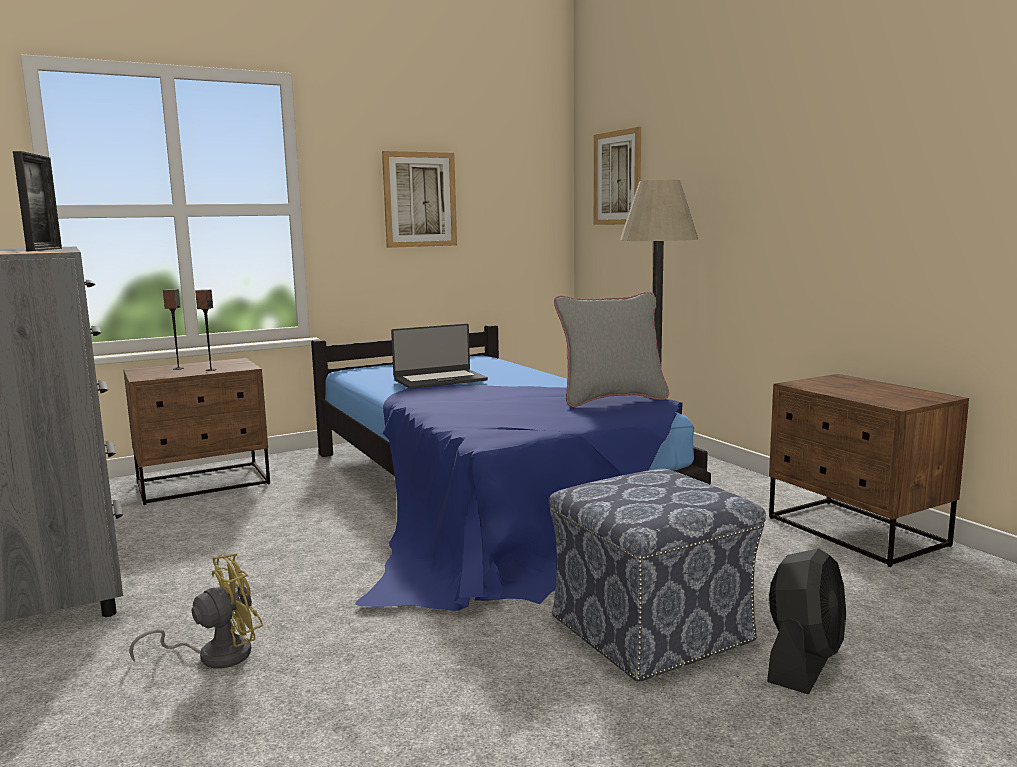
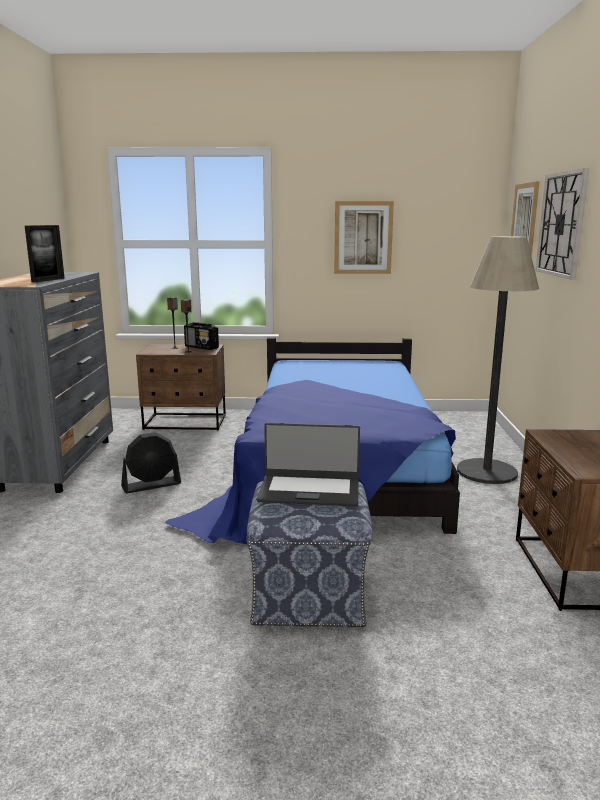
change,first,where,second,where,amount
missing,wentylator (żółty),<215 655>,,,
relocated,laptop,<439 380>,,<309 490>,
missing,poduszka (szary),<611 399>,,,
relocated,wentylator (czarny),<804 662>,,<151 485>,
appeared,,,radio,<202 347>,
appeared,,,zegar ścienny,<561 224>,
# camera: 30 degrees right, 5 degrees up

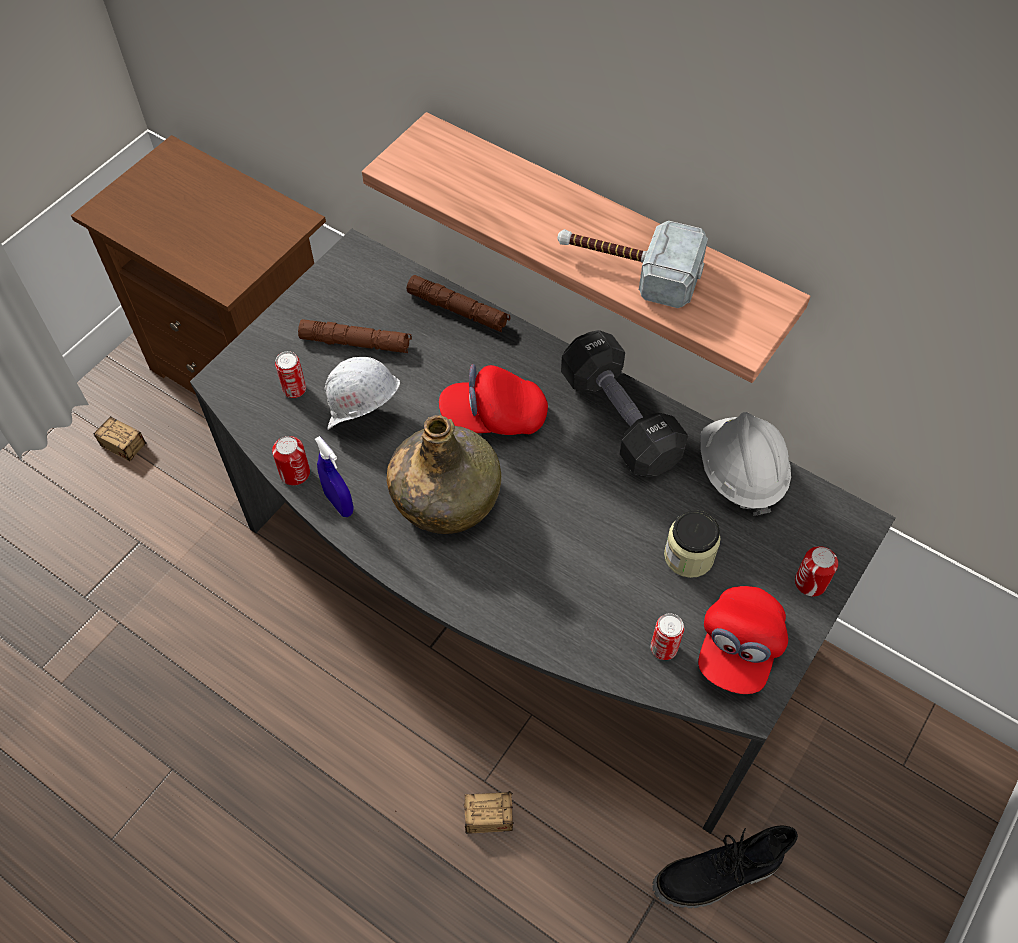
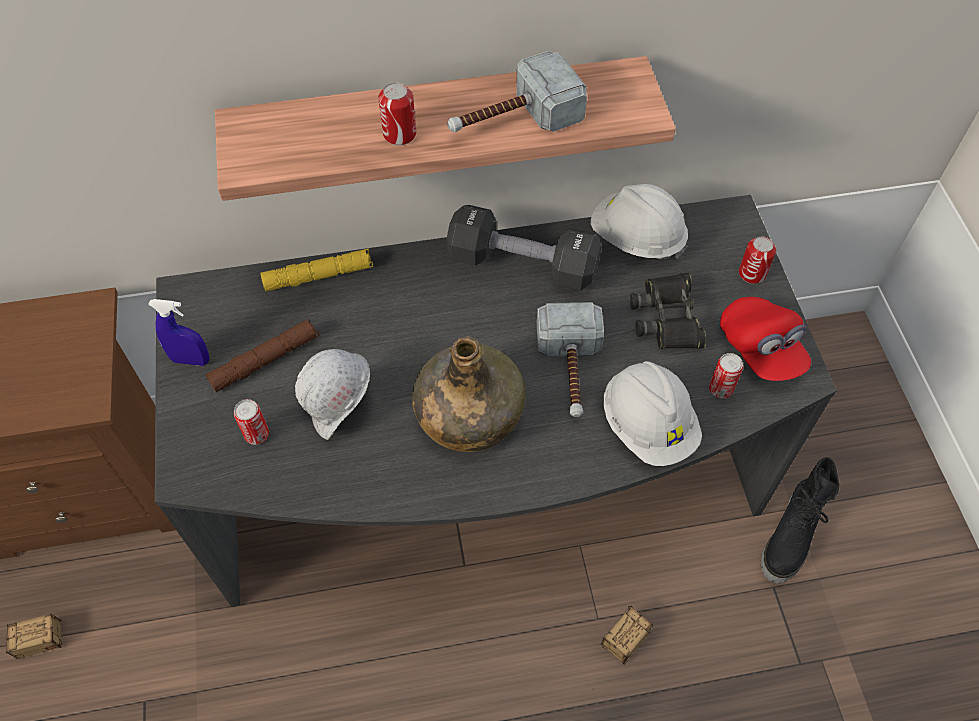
change,first,where,second,where,amount
relocated,puszka,<295 473>,,<399 134>,
relocated,spryskiwacz (niebieski),<339 503>,,<191 360>,
colour,latarka (brązowy),<458 310>,latarka (żółty),<318 276>,
missing,czapka z daszkiem (czerwony),<493 417>,,,
exchanged,słoik,<688 556>,lornetka (czarny),<667 317>,
appeared,,,młotek,<570 370>,
appeared,,,kask (biały),<648 426>,
# camera: 45 degrees left, 0 degrees up

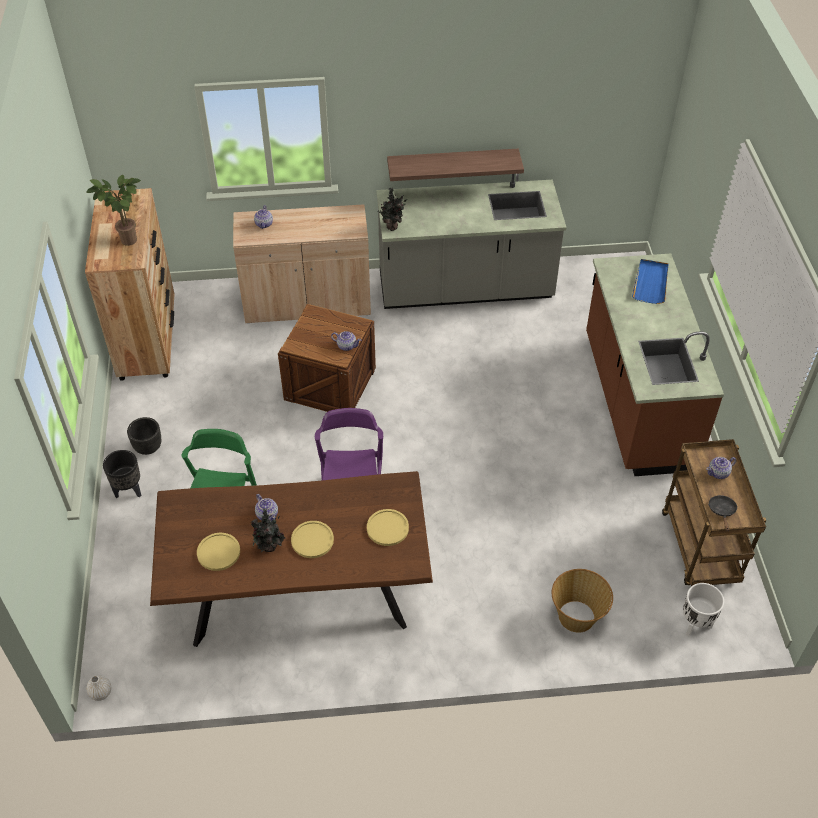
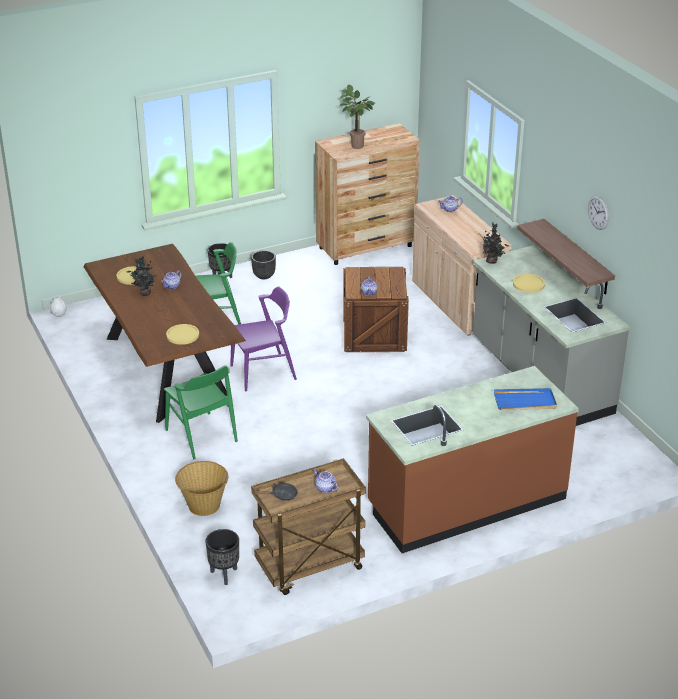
change,first,where,second,where,amount
relocated,talerz (żółty),<312 540>,,<528 284>,
colour,donica (biały),<695 624>,donica (czarny),<224 574>,
appeared,,,krzesło (zielony),<201 436>,
appeared,,,zegar ścienny,<598 212>,
# camera: 70 degrees right, 15 degrees down

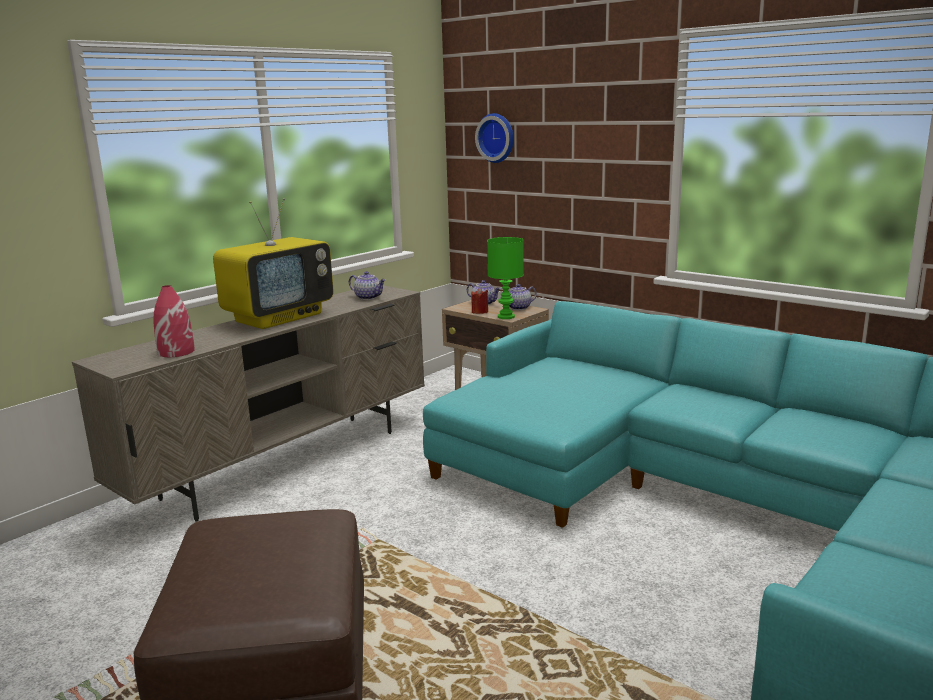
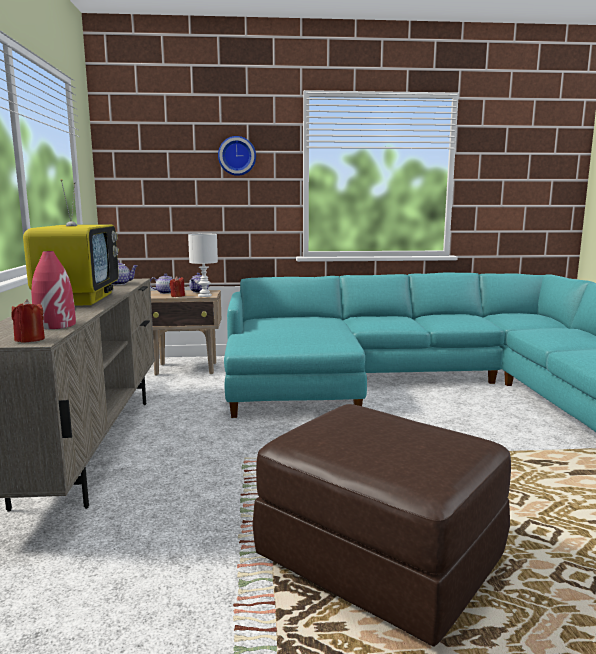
change,first,where,second,where,amount
relocated,zegar ścienny,<497 138>,,<237 156>,
colour,lampa stołowa (zielony),<505 317>,lampa stołowa (biały),<204 296>,
appeared,,,świeca (czerwony),<30 339>,
# camera: 45 degrees left, 5 degrees down

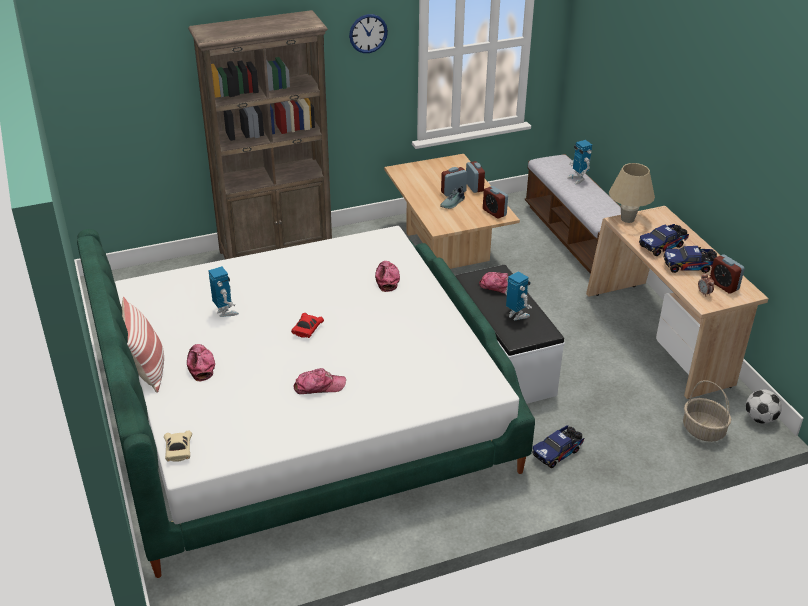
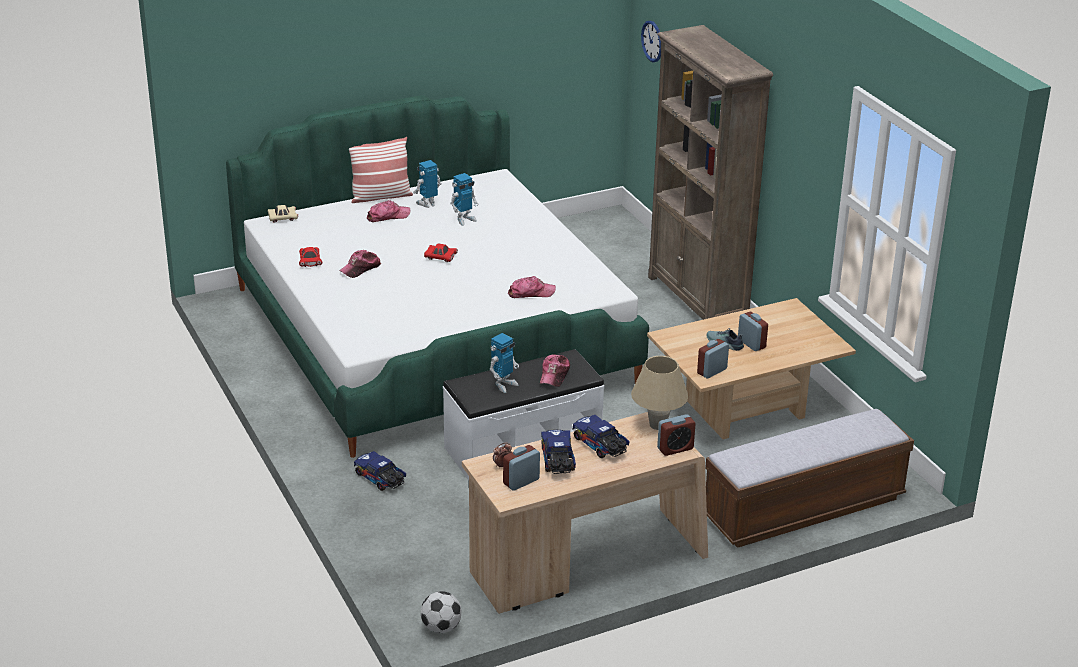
change,first,where,second,where,amount
spun,czapka z daszkiem,<319 386>,,<360 268>,60 degrees clockwise
relocated,zegar ścienny,<368 33>,,<652 41>,
relocated,budzik,<474 187>,,<675 448>,
relocated,robot zabawkowy,<577 179>,,<427 204>,
missing,koszyk,<702 430>,,,
appeared,,,samochodzik (czerwony),<310 262>,
# camera: 85 degrees right, 5 degrees down

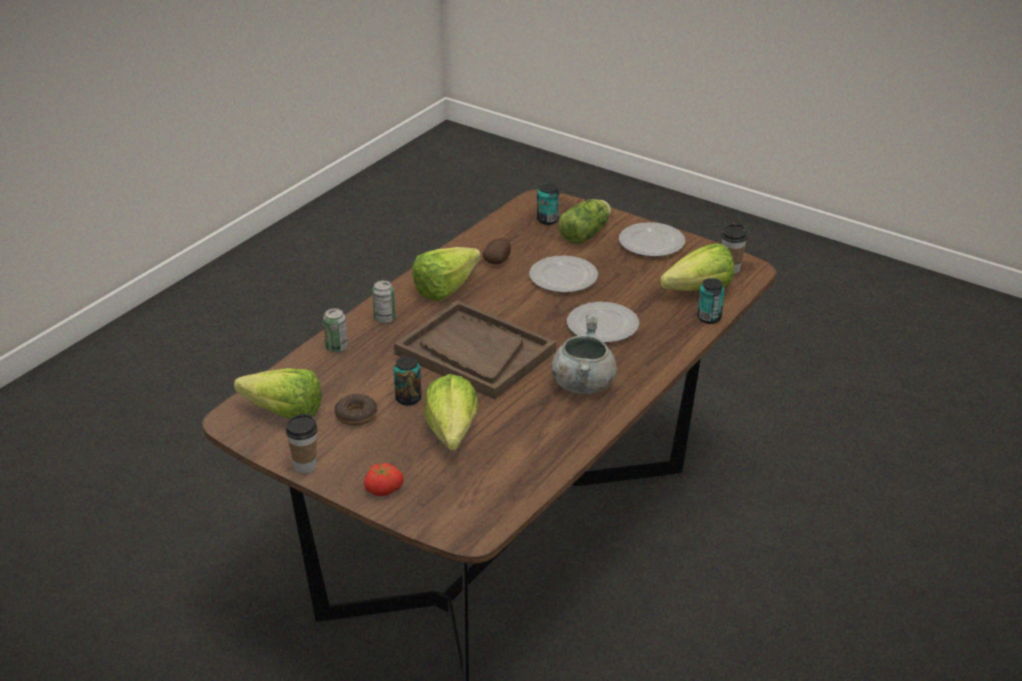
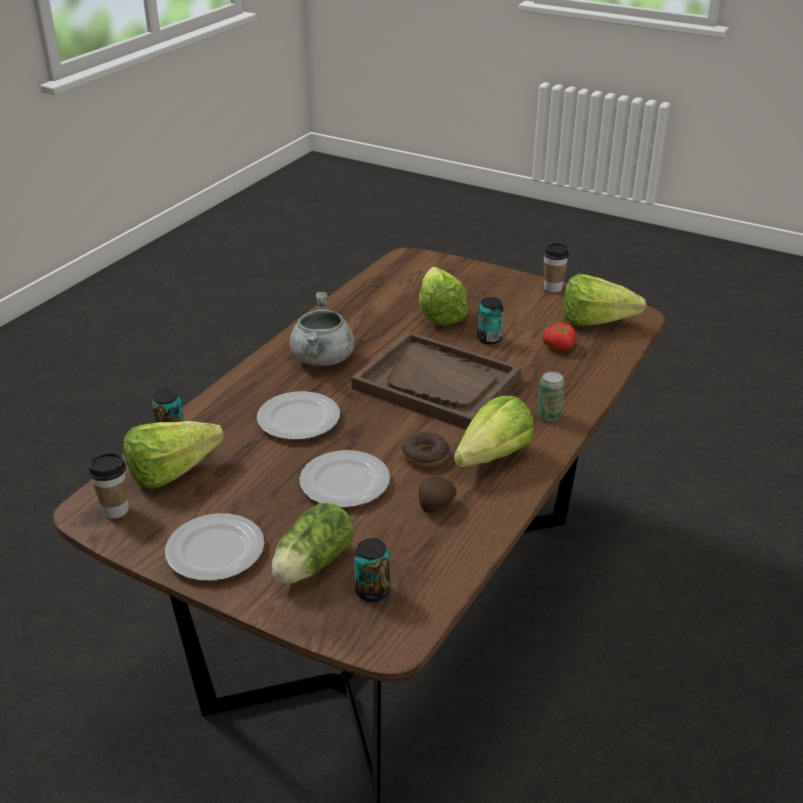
change,first,where,second,where,amount
missing,puszka,<336 348>,,,
relocated,donut,<356 415>,,<425 456>,
relocated,pomidor,<383 488>,,<559 347>,
# camera: 175 degrees right, 0 degrees up

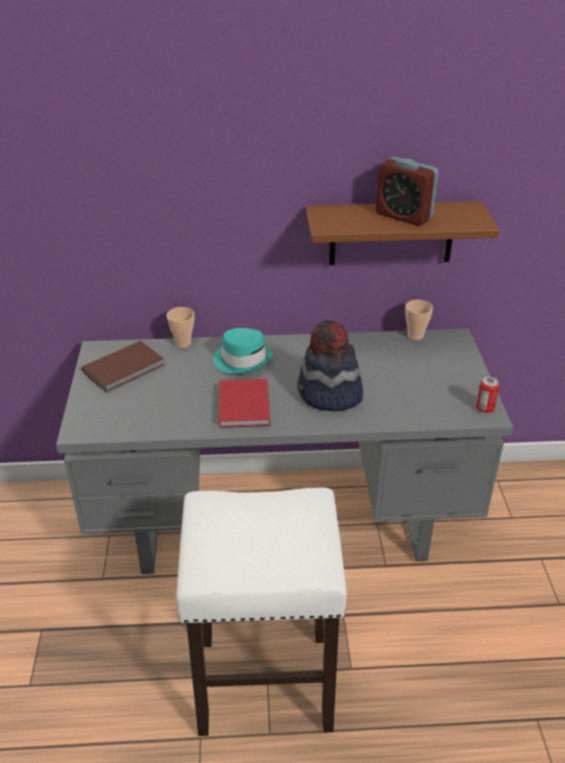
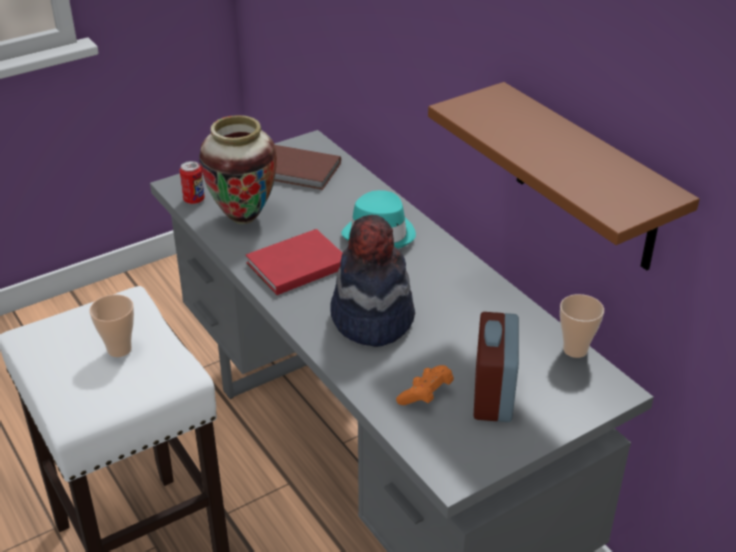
change,first,where,second,where,amount
relocated,filiżanka,<183 343>,,<119 349>,
relocated,budzik,<403 216>,,<493 395>,
relocated,puszka,<484 408>,,<194 200>,
appeared,,,wazon,<244 218>,
appeared,,,pad do gier (pomarańczowy),<425 395>,
# camera: 60 degrees right, 0 degrees up

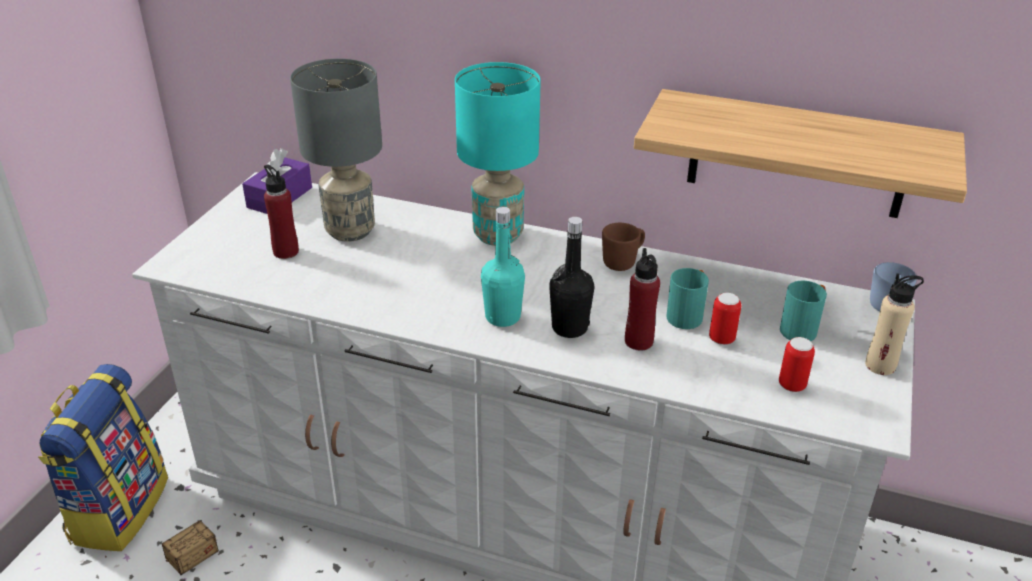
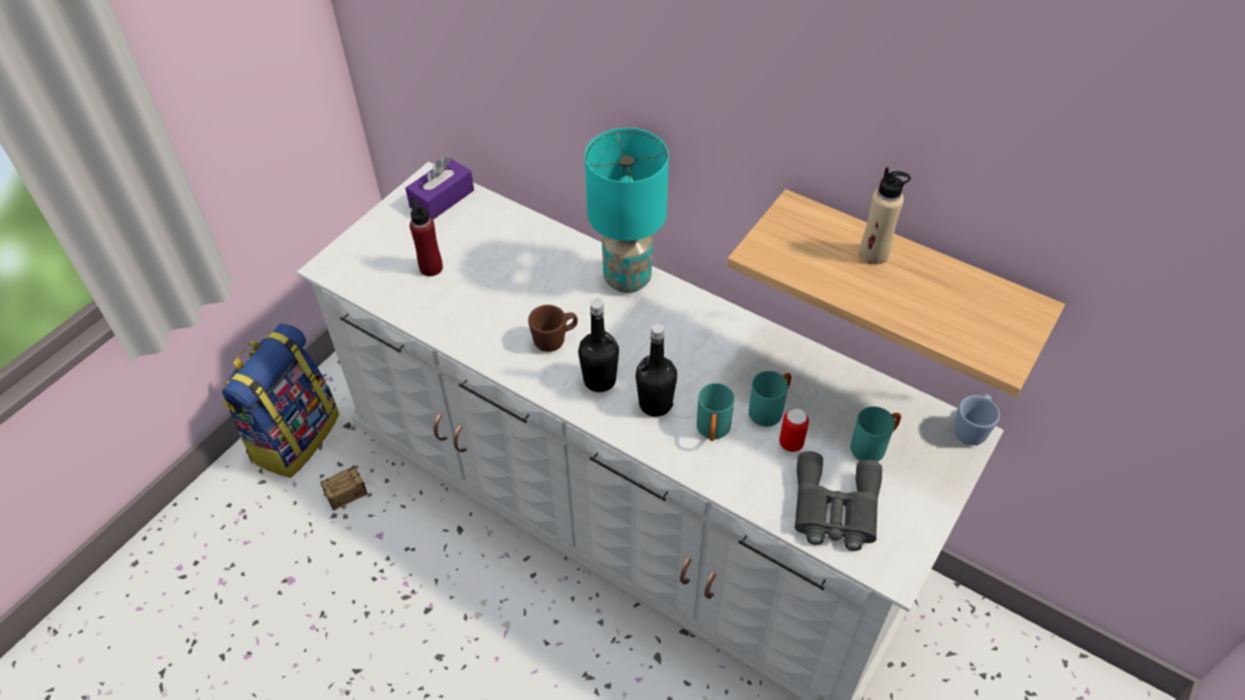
change,first,where,second,where,amount
missing,lampa stołowa (szary),<350 230>,,,
colour,butelka (turkusowy),<502 317>,butelka (czarny),<599 380>,
relocated,kubek (brązowy),<623 262>,,<555 340>,
exchanged,butelka (czerwony),<638 341>,kubek (turkusowy),<713 432>,
exchanged,puszka,<791 385>,lornetka (szary),<834 509>,
relocated,butelka (beżowy),<880 365>,,<874 254>,
# camera: 15 degrees right, 15 degrees up

